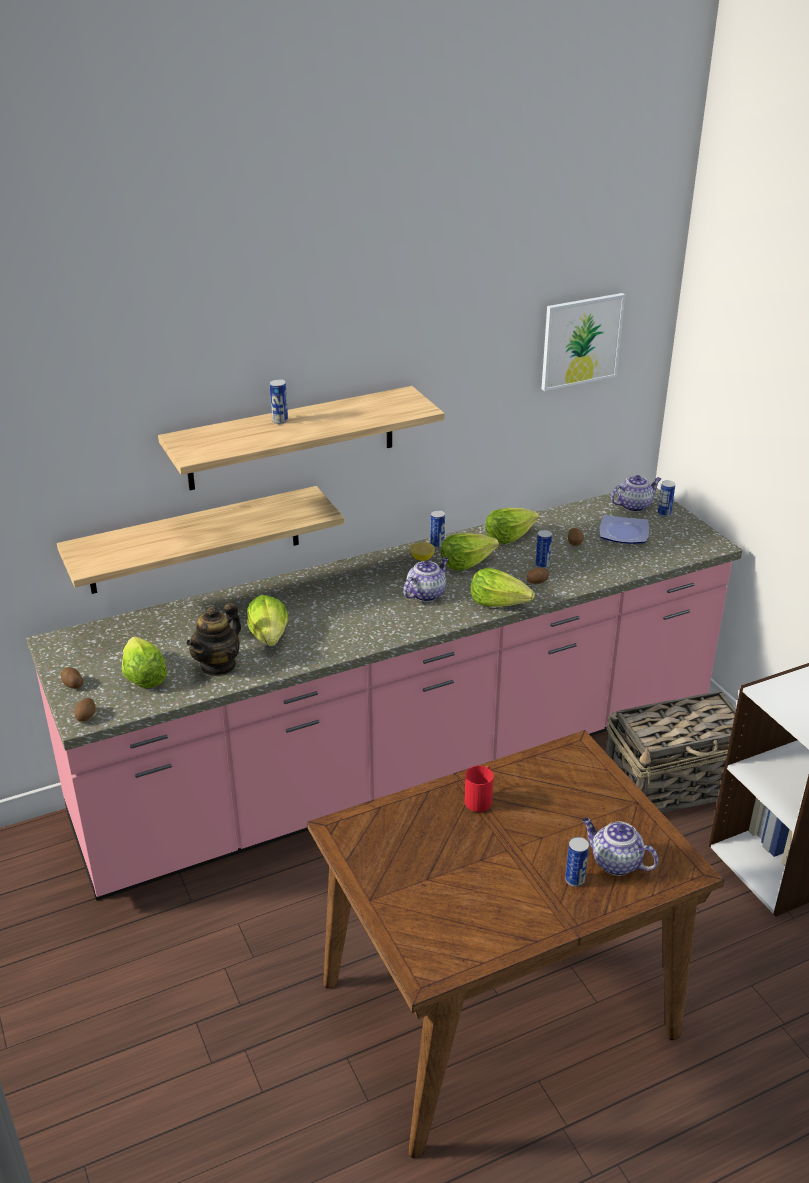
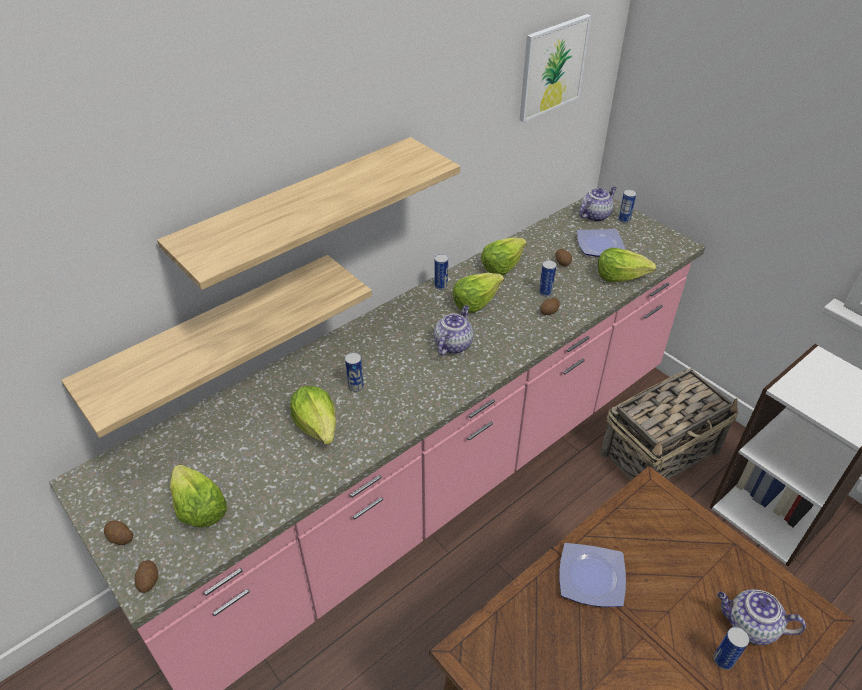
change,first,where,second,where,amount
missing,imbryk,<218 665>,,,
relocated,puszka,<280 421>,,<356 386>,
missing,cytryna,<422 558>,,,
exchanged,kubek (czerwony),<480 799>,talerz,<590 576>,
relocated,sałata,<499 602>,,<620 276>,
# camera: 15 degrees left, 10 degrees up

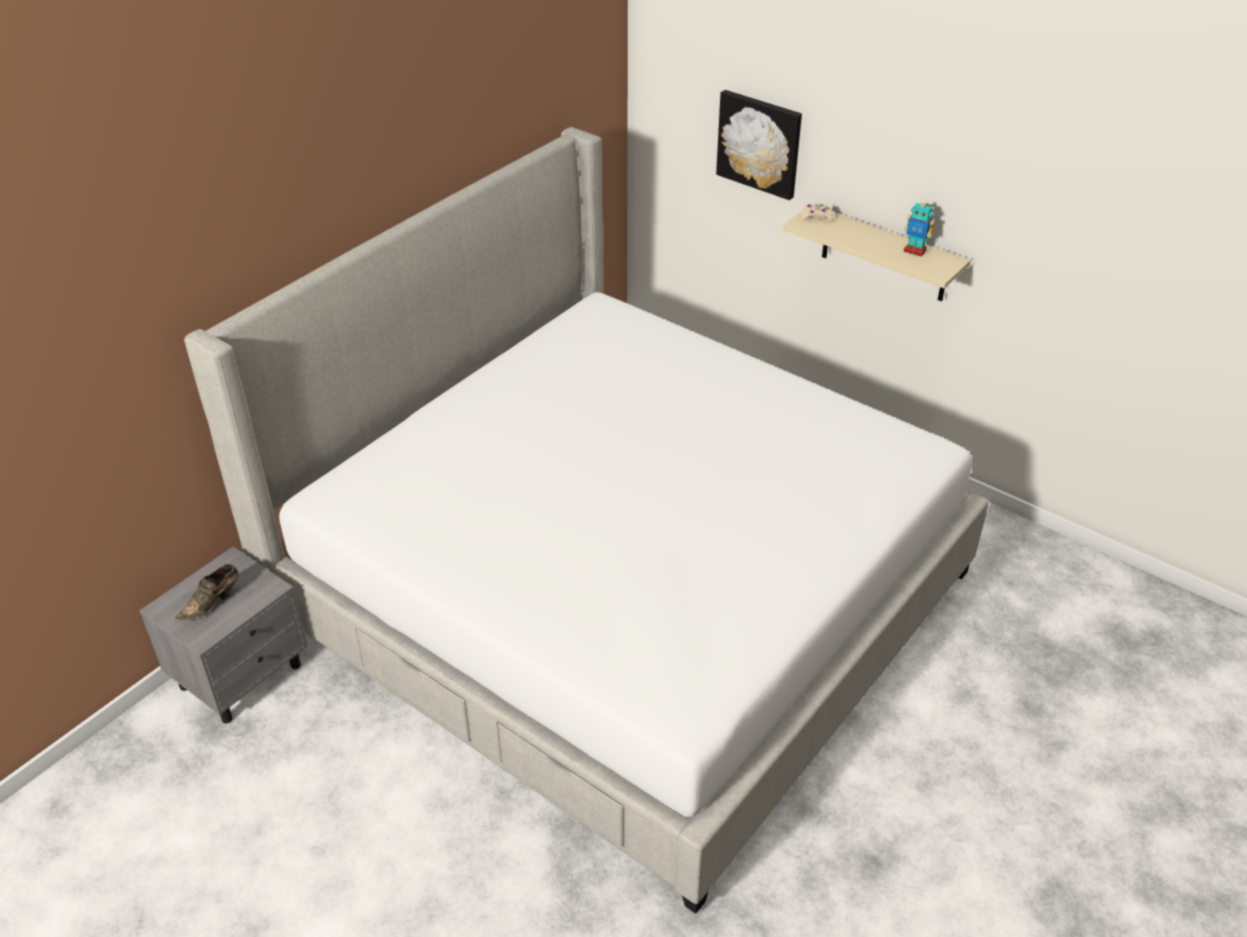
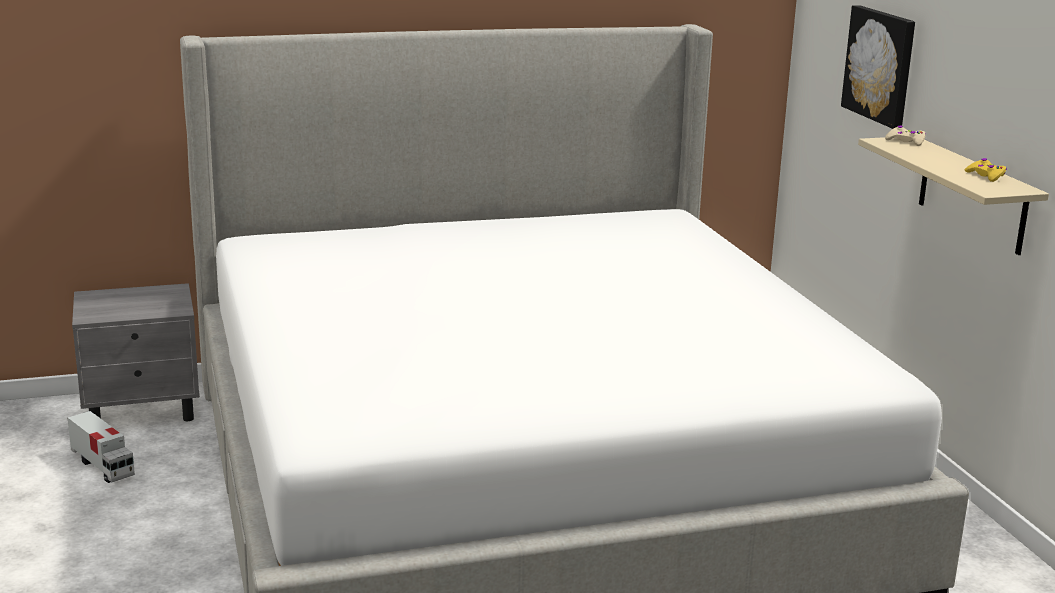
change,first,where,second,where,amount
missing,but (brązowy),<213 603>,,,
exchanged,robot zabawkowy,<915 251>,pad do gier (żółty),<986 176>,
appeared,,,ciężarówka zabawkowa,<103 466>,
# camera: 35 degrees right, 20 degrees down

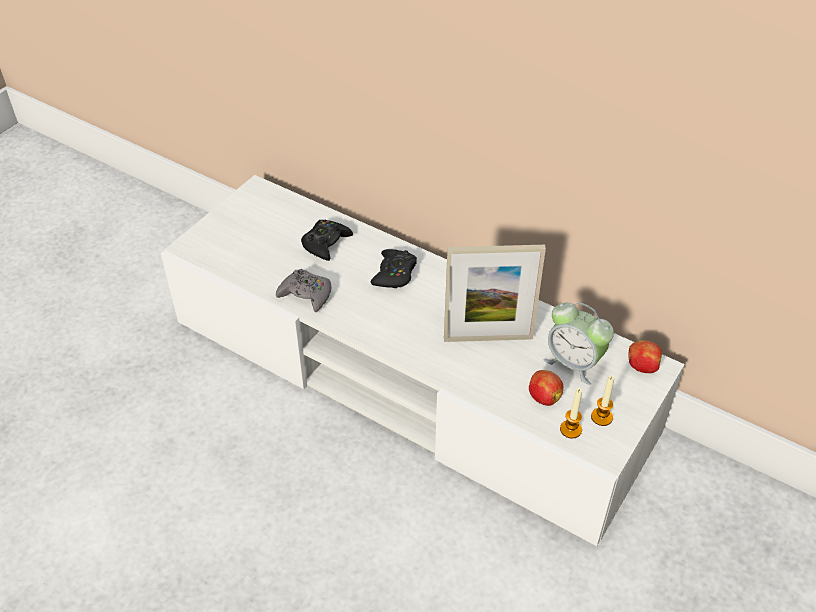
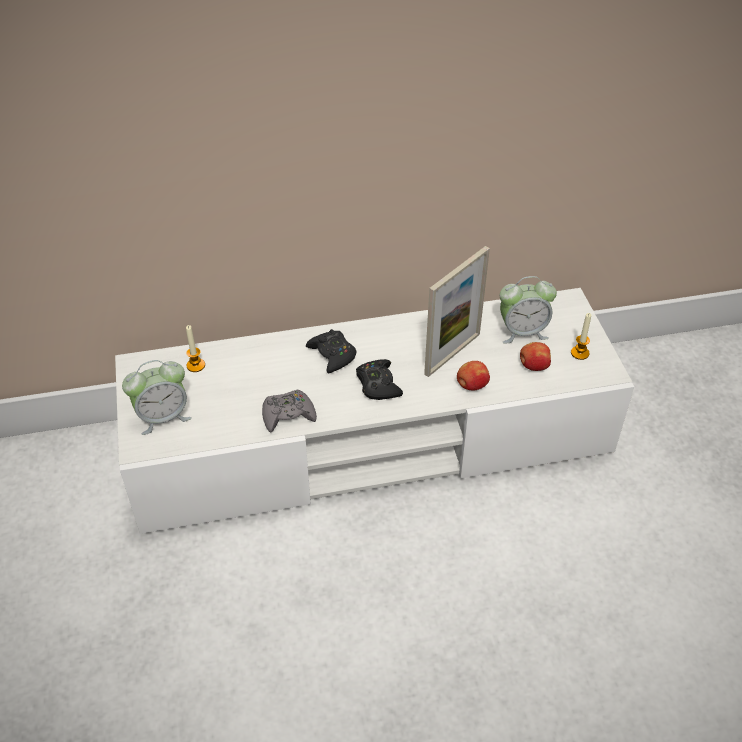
change,first,where,second,where,amount
relocated,pad do gier (czarny),<326 243>,,<378 385>,
relocated,świeca,<570 429>,,<196 365>,
relocated,jabłko,<641 366>,,<471 385>,
appeared,,,budzik,<163 417>,
# camera: 45 degrees left, 0 degrees up

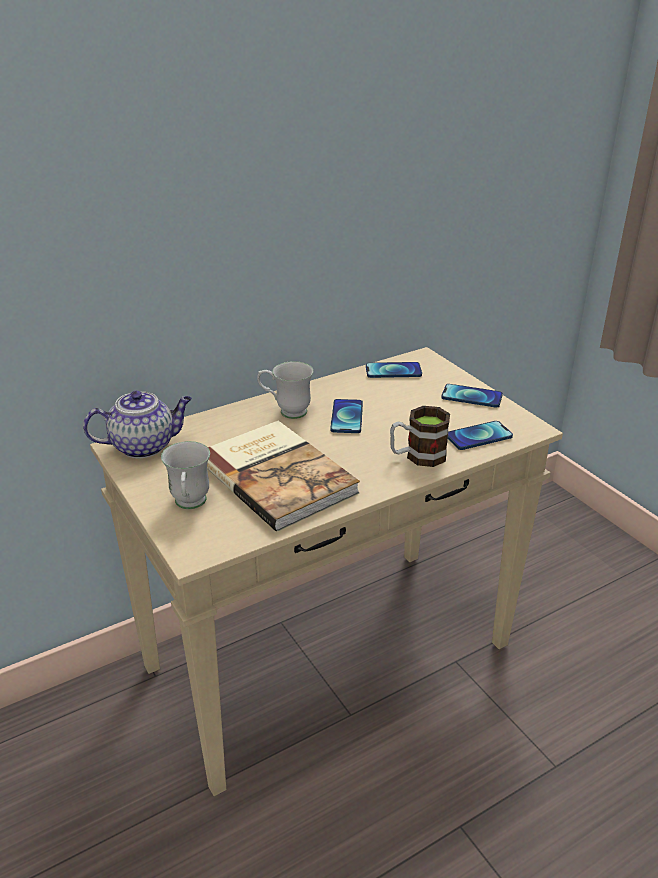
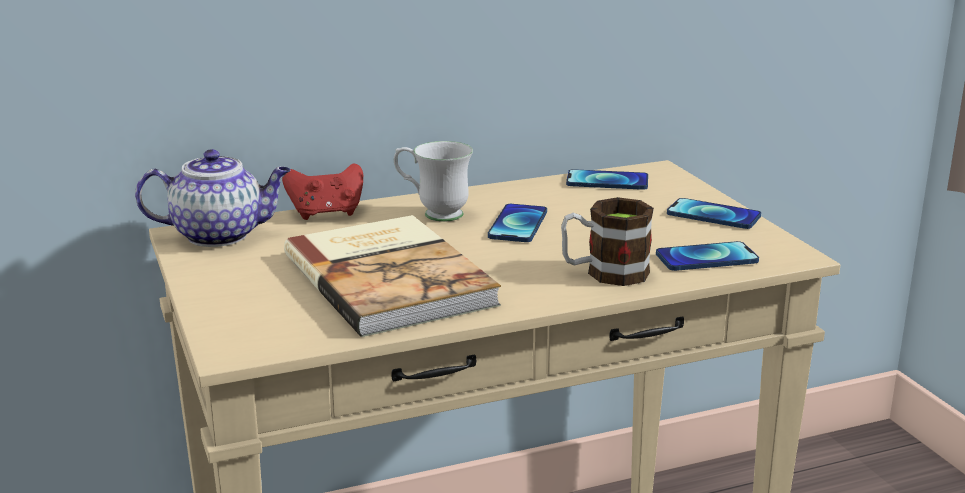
change,first,where,second,where,amount
missing,kubek (biały),<190 505>,,,
appeared,,,pad do gier (czerwony),<326 213>,
# camera: 10 degrees right, 10 degrees down

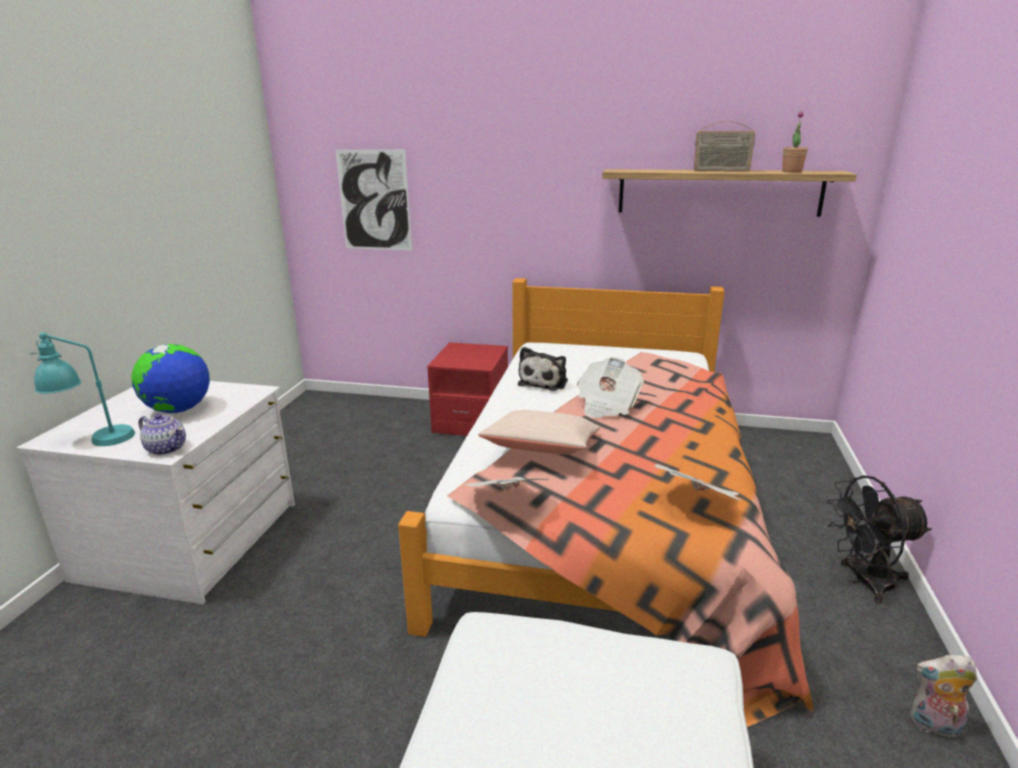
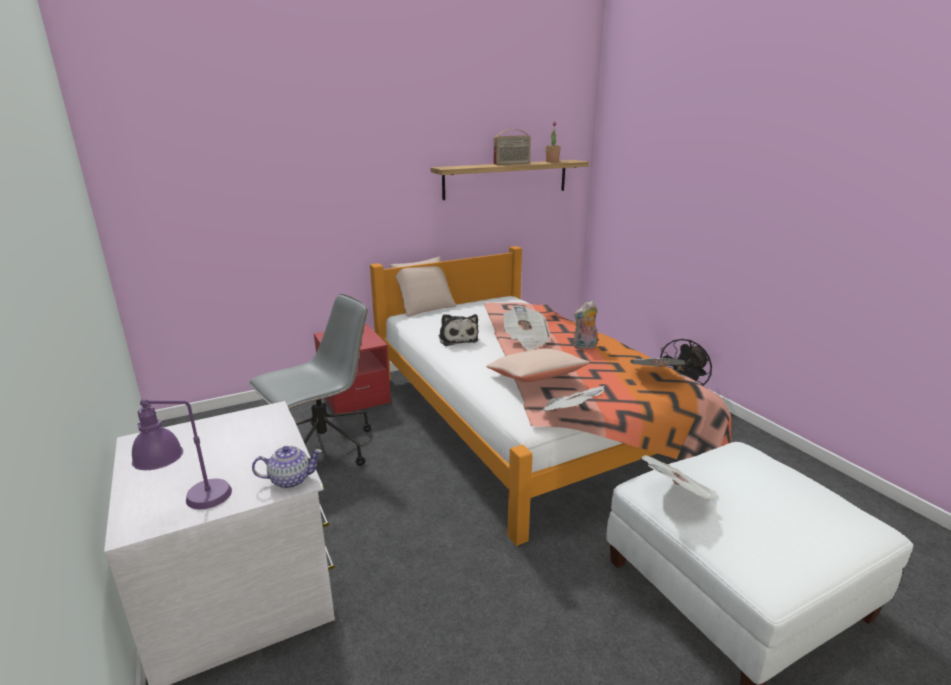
change,first,where,second,where,amount
colour,lampa stołowa (turkusowy),<94 440>,lampa stołowa (fioletowy),<191 506>,
missing,globus,<178 410>,,,
missing,obraz,<374 200>,,,
relocated,pluszak,<934 726>,,<585 347>,
appeared,,,krzesło biurowe (szary),<322 450>,
appeared,,,poduszka (beżowy),<425 307>,
appeared,,,gazeta,<678 495>,
# camera: 40 degrees left, 0 degrees up

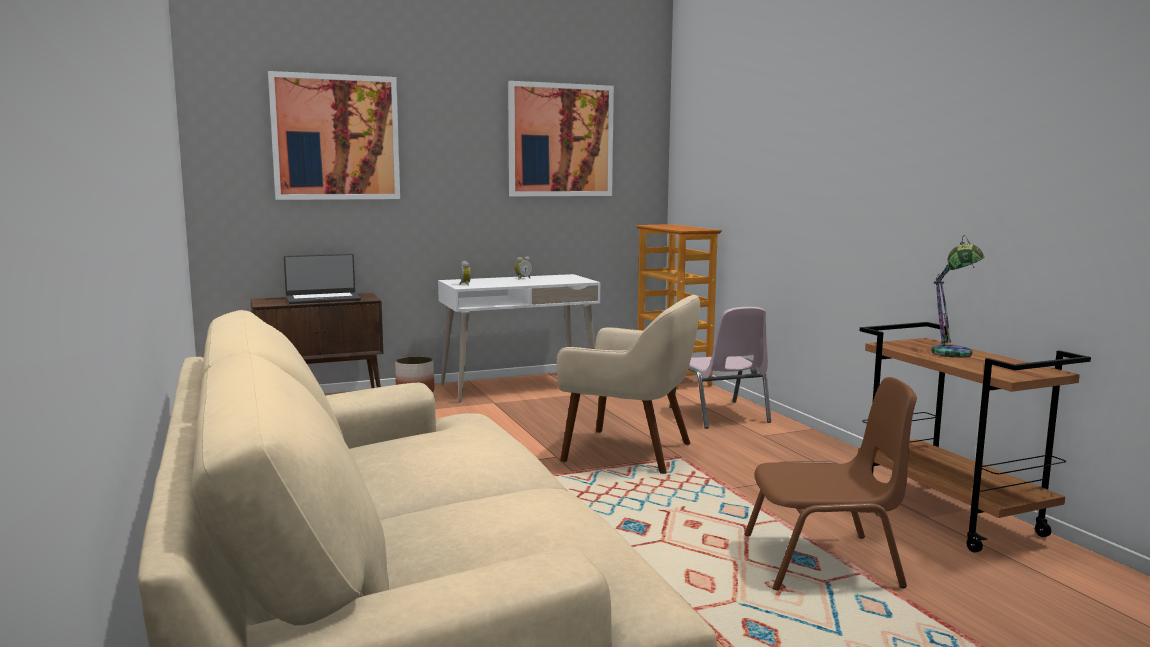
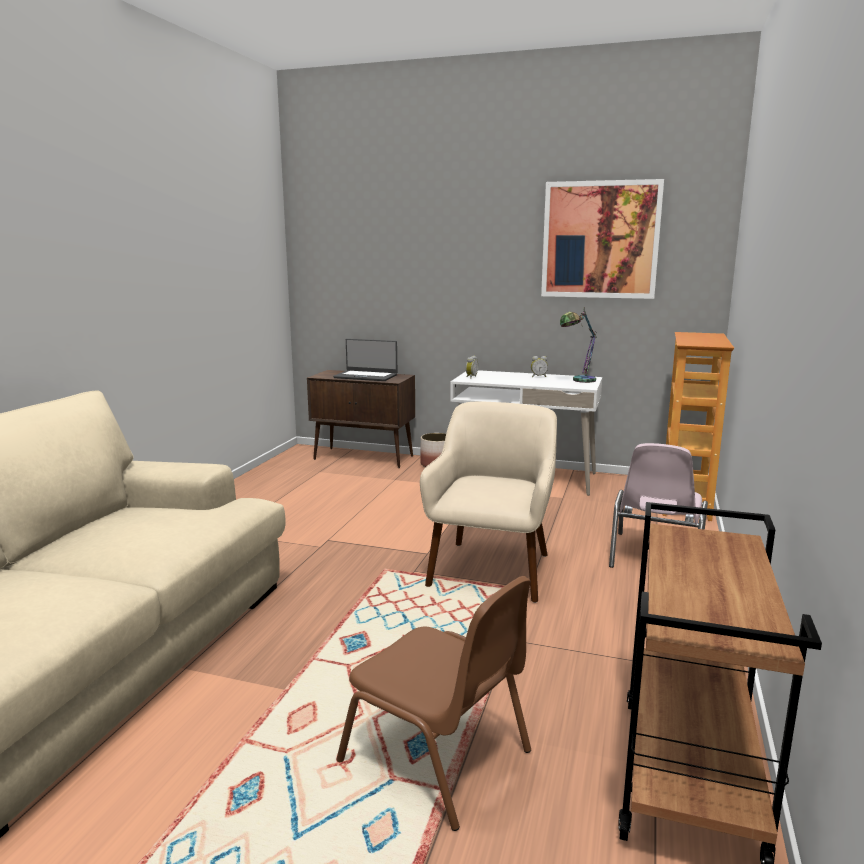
change,first,where,second,where,amount
missing,obraz,<336 137>,,,
spun,fotel (beżowy),<630 452>,,<492 569>,135 degrees counterclockwise
relocated,lampa stołowa,<951 356>,,<578 381>,
# camera: 40 degrees right, 5 degrees up

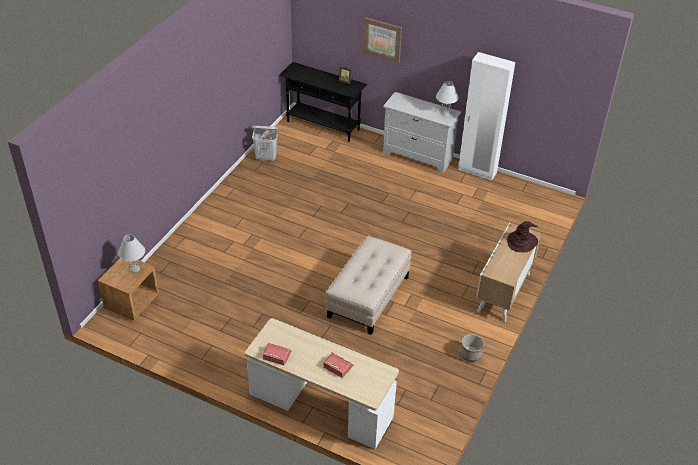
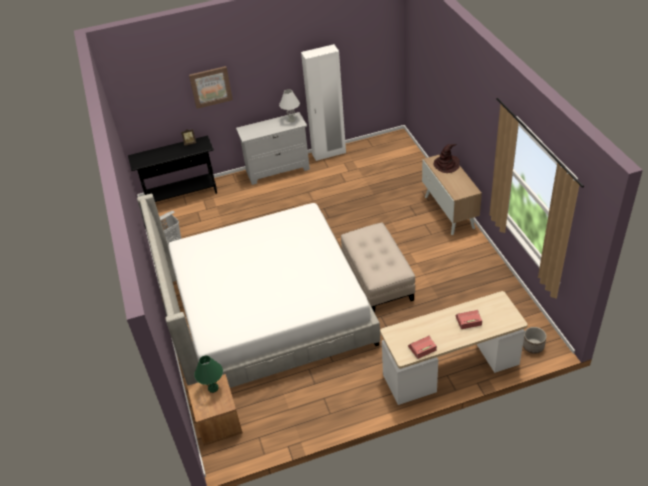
change,first,where,second,where,amount
colour,lampa stołowa (biały),<135 269>,lampa stołowa (zielony),<213 388>,
relocated,donica,<470 354>,,<533 346>,
appeared,,,łóżko,<266 312>,
# camera: 40 degrees left, 0 degrees up

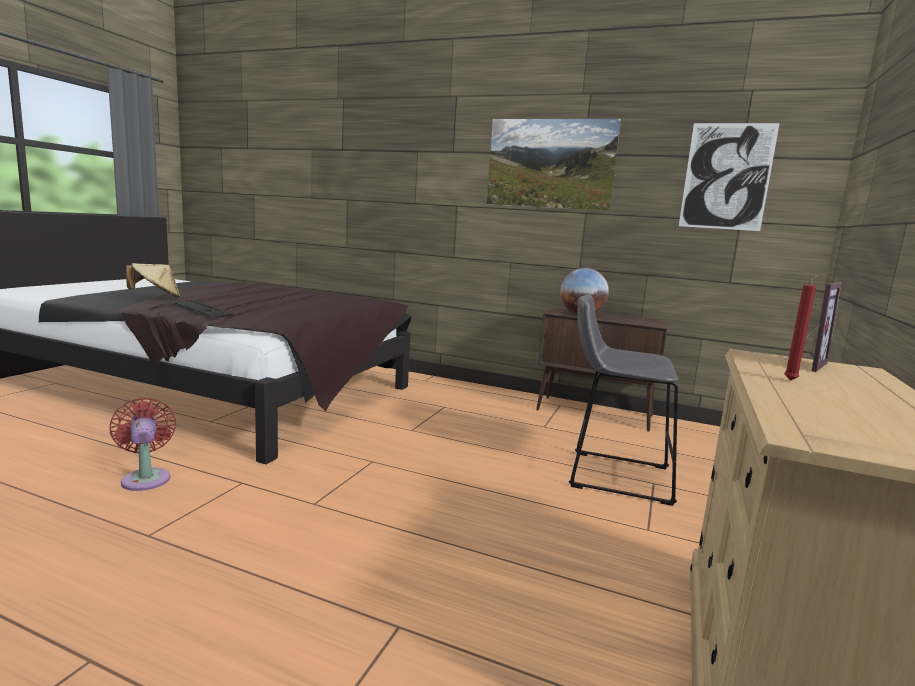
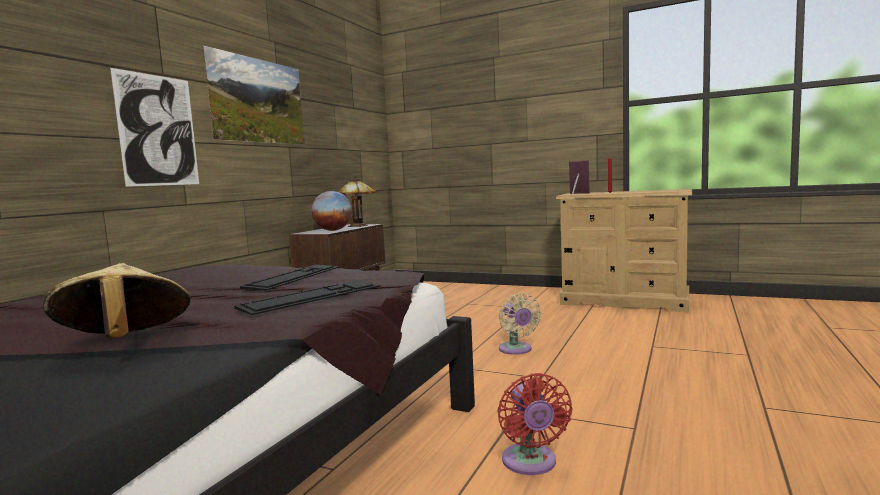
change,first,where,second,where,amount
spun,wentylator (czerwony),<146 478>,,<530 463>,75 degrees counterclockwise
missing,stołek (szary),<613 475>,,,
relocated,obraz,<726 177>,,<158 130>,
appeared,,,klawiatura,<294 277>,
appeared,,,lampa stołowa,<358 226>,
appeared,,,wentylator (beżowy),<516 350>,
# camera: 85 degrees left, 5 degrees down

